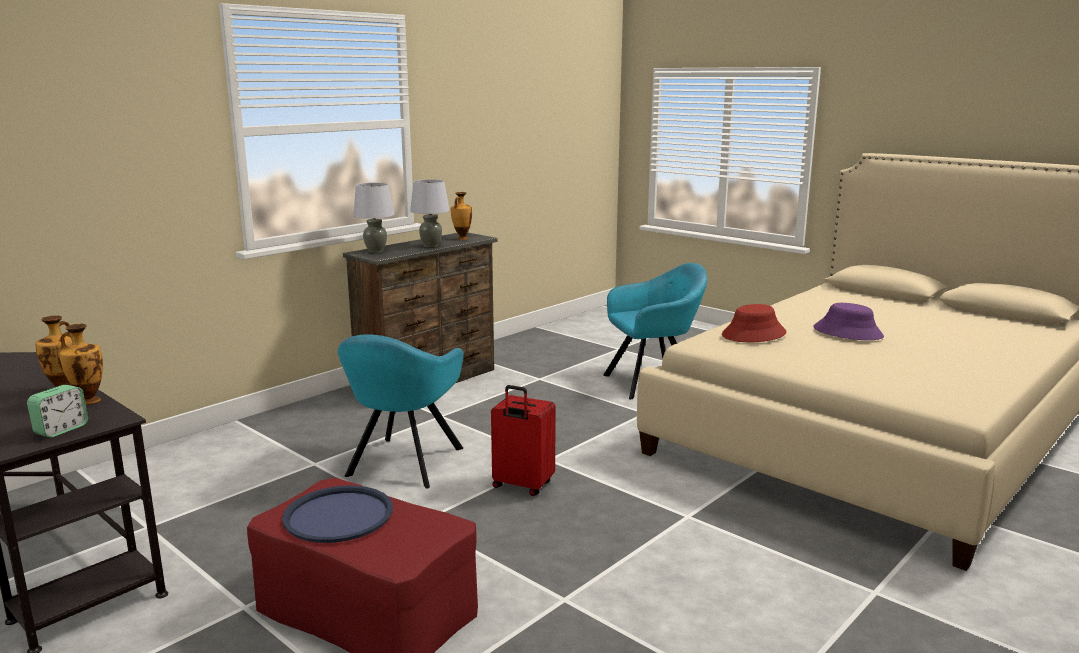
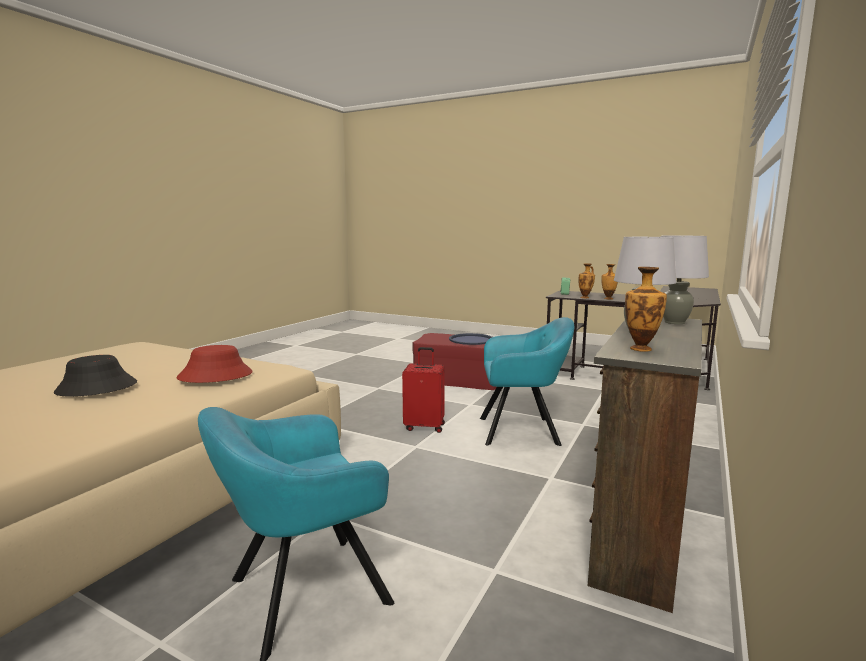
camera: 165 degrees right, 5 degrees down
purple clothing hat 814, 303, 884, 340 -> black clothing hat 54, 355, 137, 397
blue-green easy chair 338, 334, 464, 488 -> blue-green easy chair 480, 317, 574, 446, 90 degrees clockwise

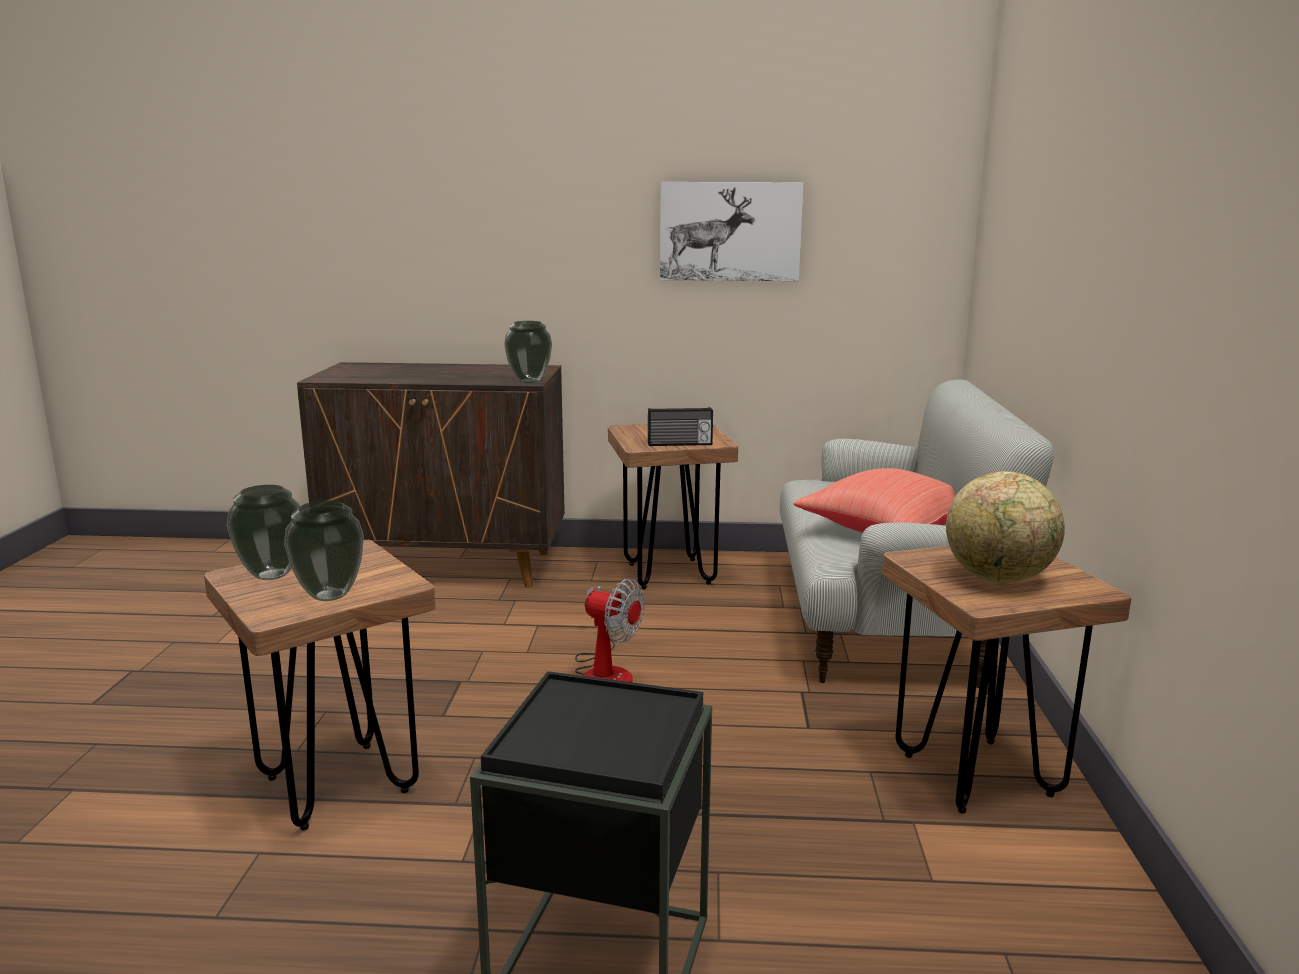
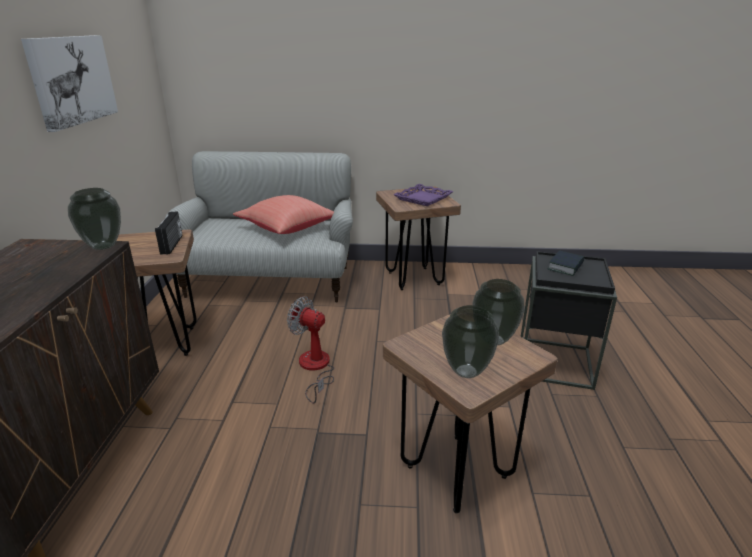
camera: 90 degrees left, 10 degrees up
fan 575, 578, 645, 682 -> fan 287, 296, 334, 403, 90 degrees counterclockwise
globe 946, 471, 1065, 583 -> purple carrying tray 393, 184, 453, 206
none -> bound book 548, 250, 584, 276

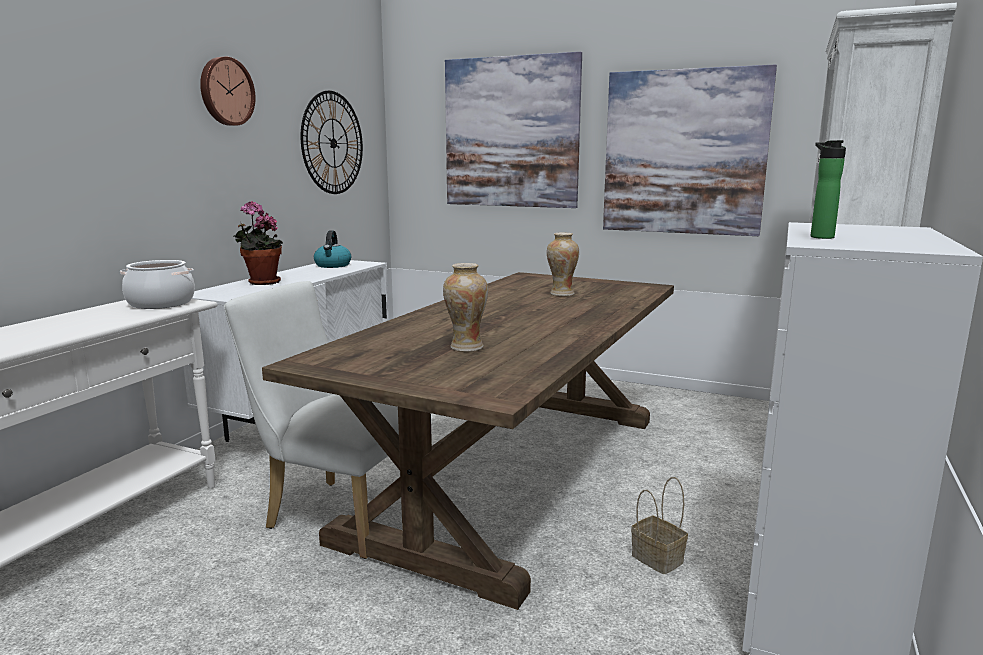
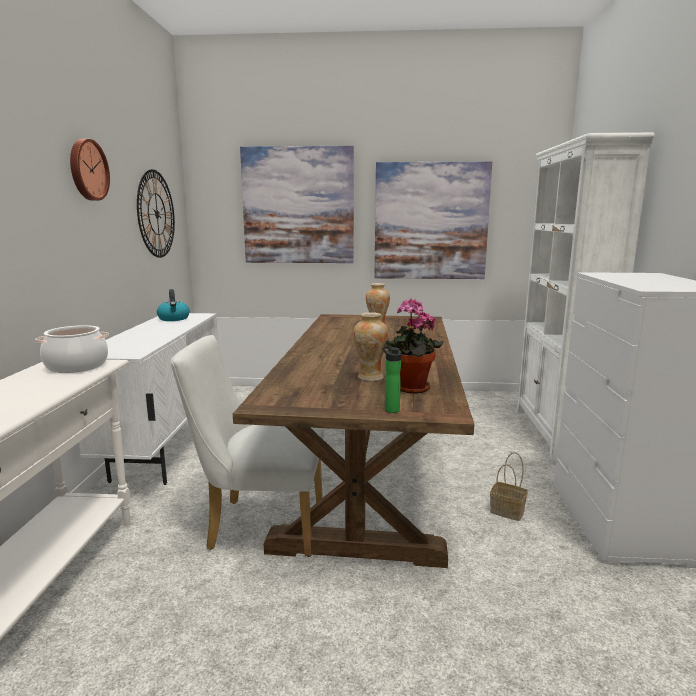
camera: 20 degrees left, 0 degrees up
bottle 811, 140, 846, 239 -> bottle 382, 346, 401, 413, moved
houseplant 234, 201, 282, 285 -> houseplant 384, 299, 444, 394, moved

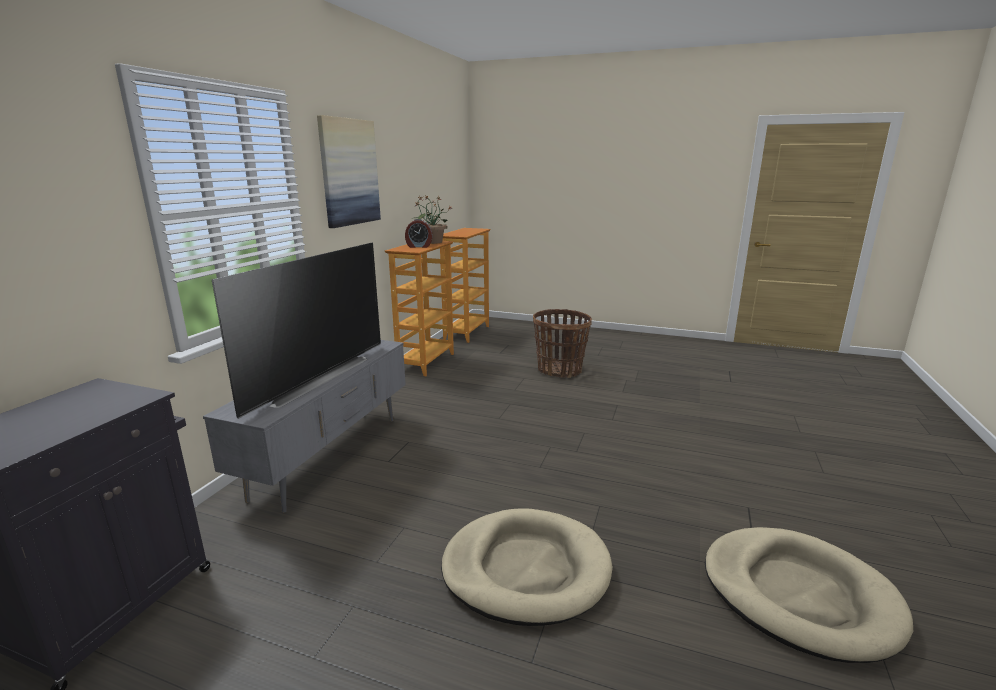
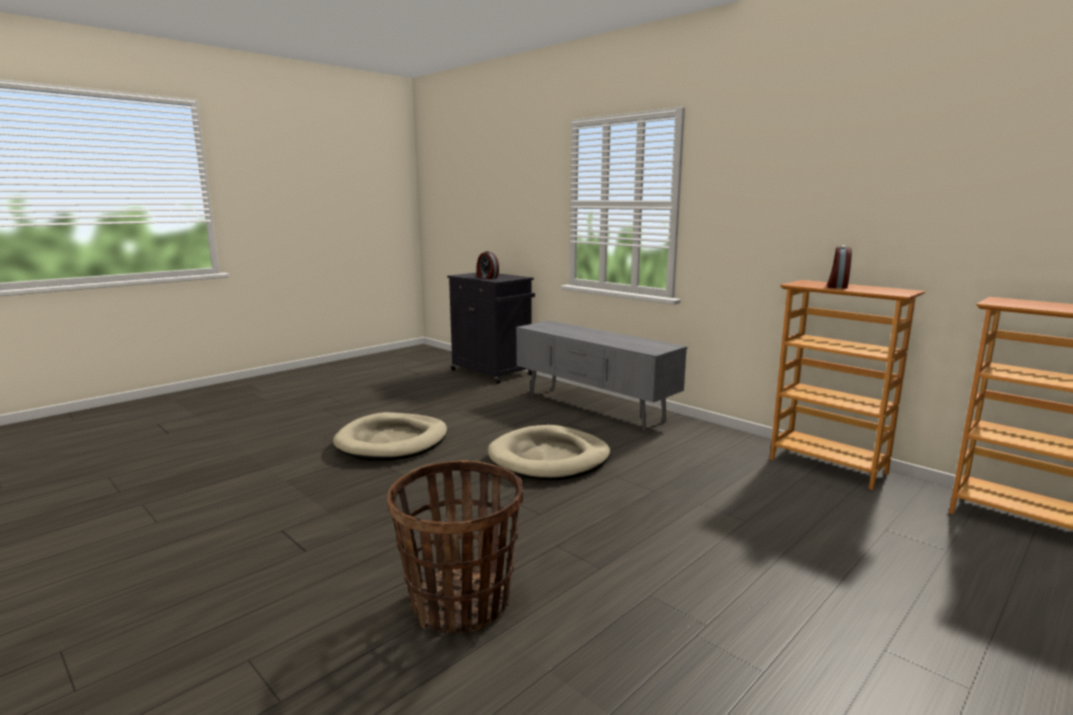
camera: 115 degrees right, 5 degrees down
basket 533, 309, 592, 378 -> basket 387, 460, 523, 633, moved
none -> alarm clock 476, 251, 499, 279
sand-coloured dog cushion 705, 527, 914, 663 -> sand-coloured dog cushion 488, 425, 610, 481, moved
TV 212, 243, 381, 419 -> none
wall picture 317, 115, 381, 228 -> none
houseplant 411, 195, 451, 244 -> none

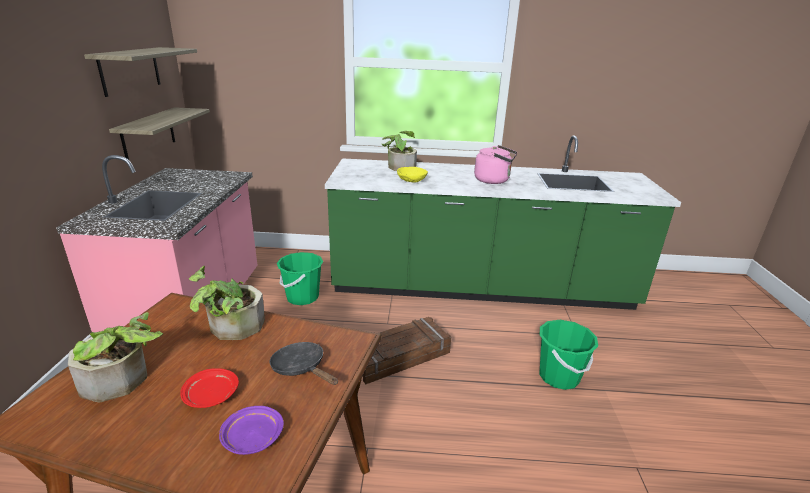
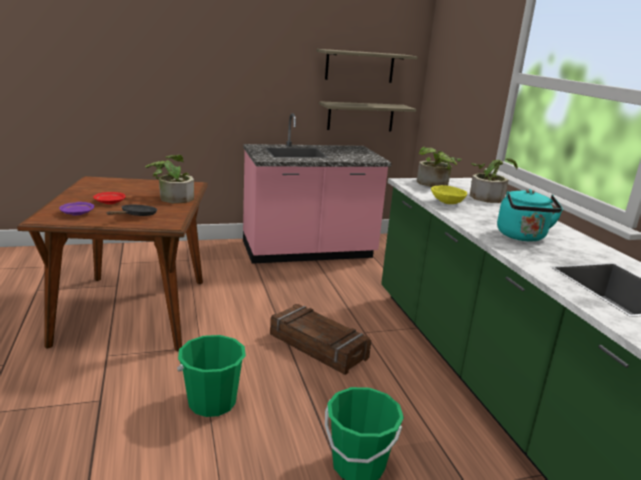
camera: 70 degrees right, 5 degrees down
green bucket 277, 252, 323, 305 -> green bucket 177, 335, 246, 417, moved
houseplant 68, 312, 163, 402 -> houseplant 417, 147, 461, 187, moved
pink-coloured tea kettle 474, 145, 517, 184 -> blue-green tea kettle 497, 189, 563, 241

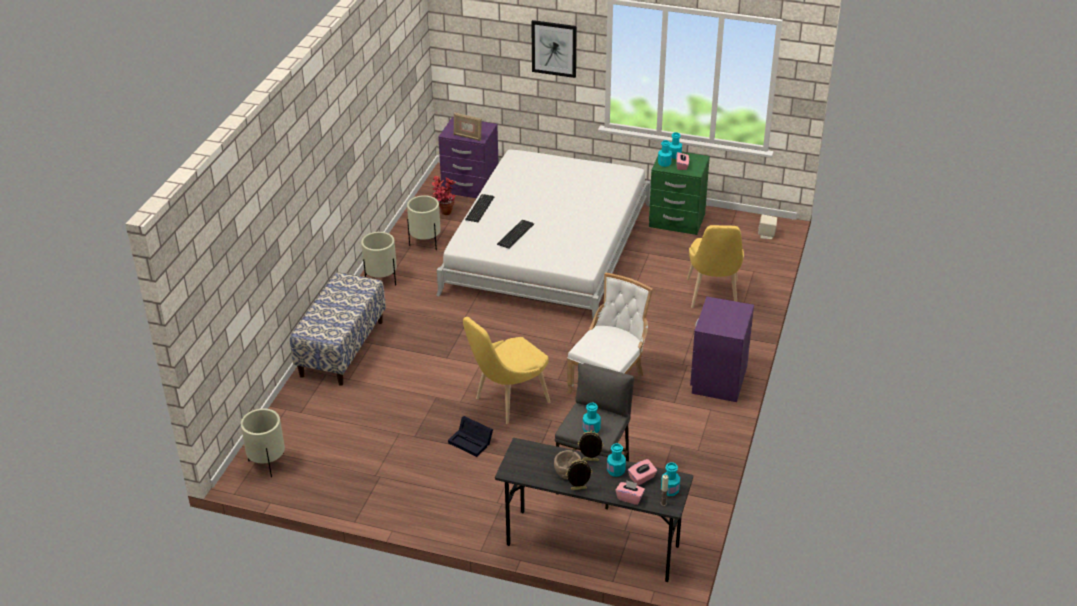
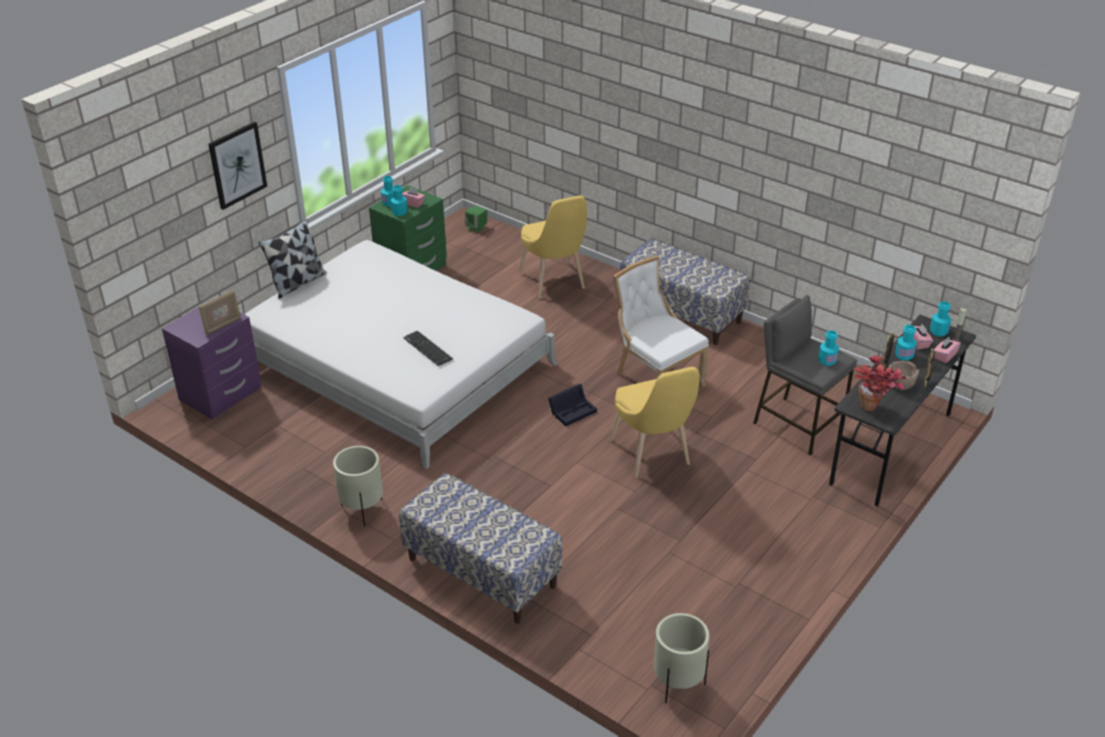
camera: 70 degrees left, 0 degrees up
none -> pillow 258, 219, 327, 299
sand-coloured loudspeaker 758, 214, 777, 239 -> green loudspeaker 465, 206, 487, 232
yellowish upright chair 687, 225, 744, 308 -> yellowish upright chair 518, 196, 587, 299, 45 degrees clockwise
black storage box 448, 416, 493, 457 -> black storage box 548, 384, 597, 426, moved
purple bedside table 690, 297, 754, 402 -> bench 620, 239, 750, 345
houseplant 431, 176, 456, 215 -> houseplant 854, 355, 907, 411, moved
sand-coloured plant pot 407, 195, 441, 250 -> none
PC keyboard 465, 194, 494, 222 -> none

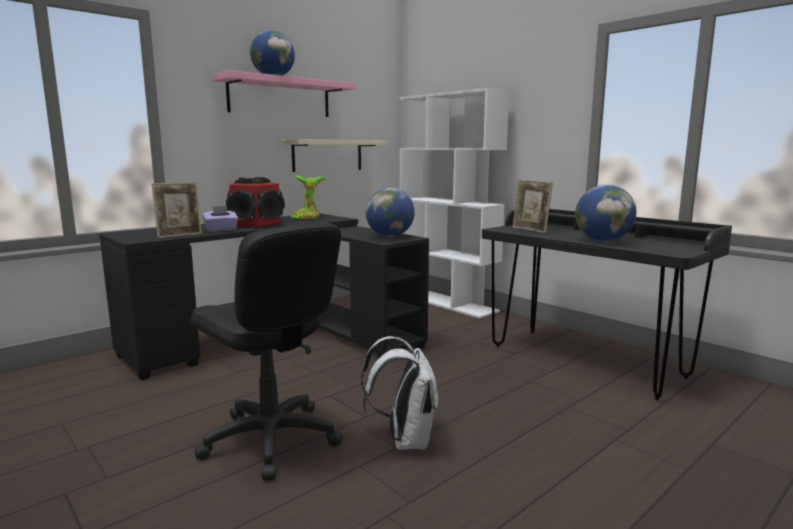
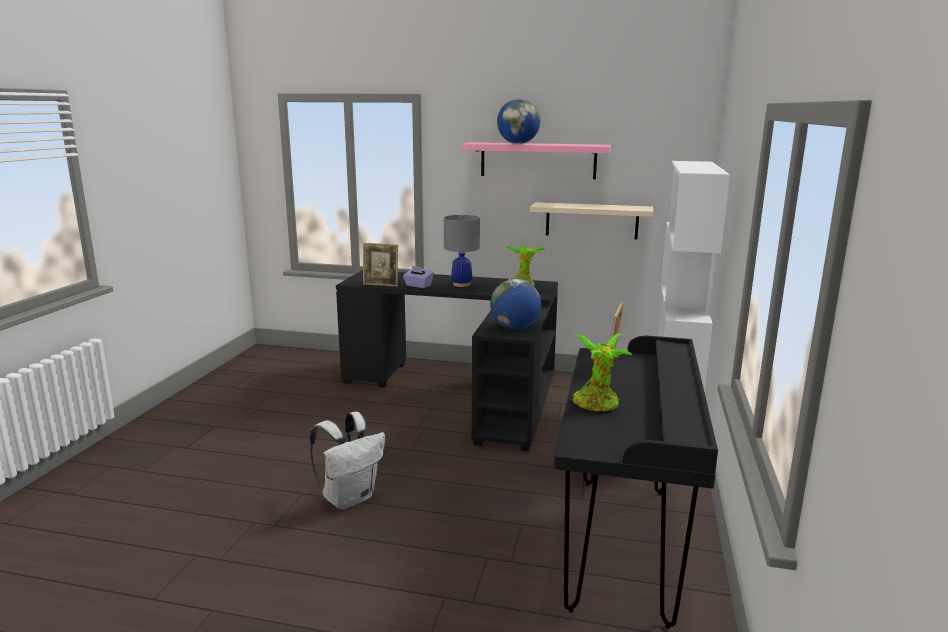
camera: 55 degrees right, 5 degrees up
loudspeaker 226, 177, 285, 227 -> greyish lamp for a table 444, 215, 480, 287
globe 575, 184, 637, 242 -> houseplant 573, 333, 632, 411
black computer chair 191, 222, 343, 481 -> none

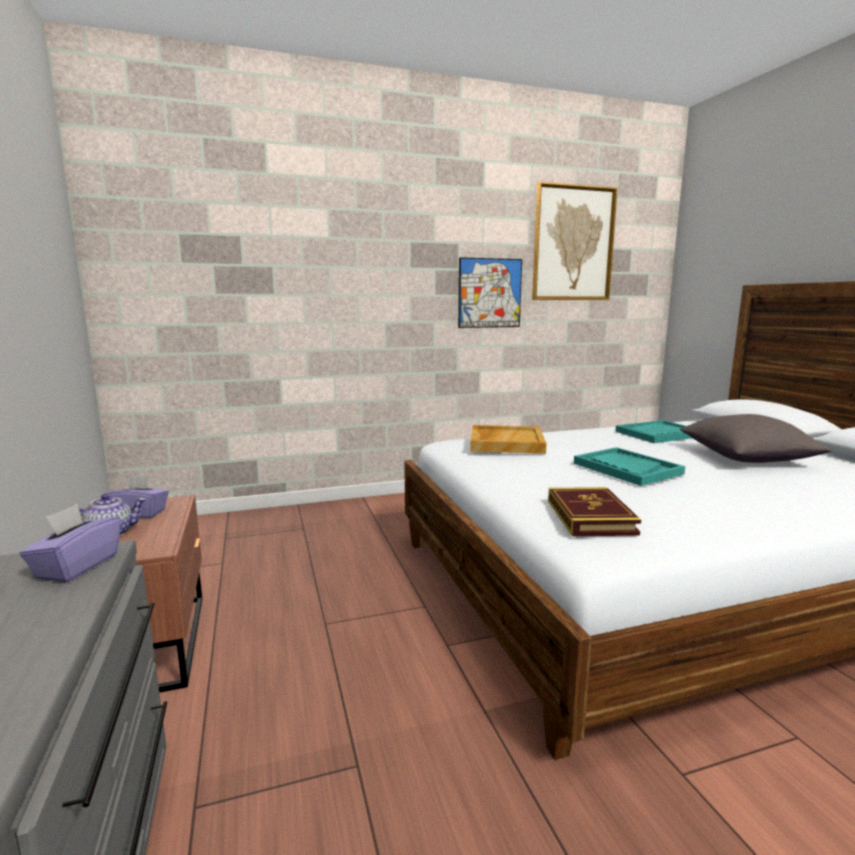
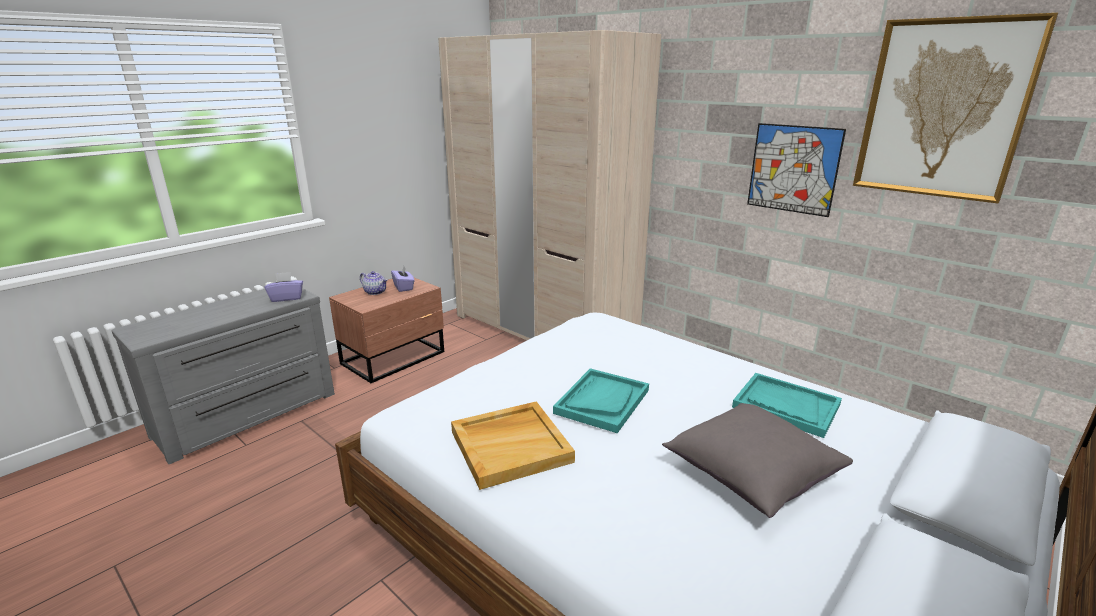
camera: 60 degrees right, 10 degrees up
none -> sand-coloured armoire 438, 30, 661, 340
sand-coloured carrying tray 470, 425, 546, 454 -> sand-coloured carrying tray 451, 401, 575, 490, moved
bound book 548, 487, 641, 536 -> none

